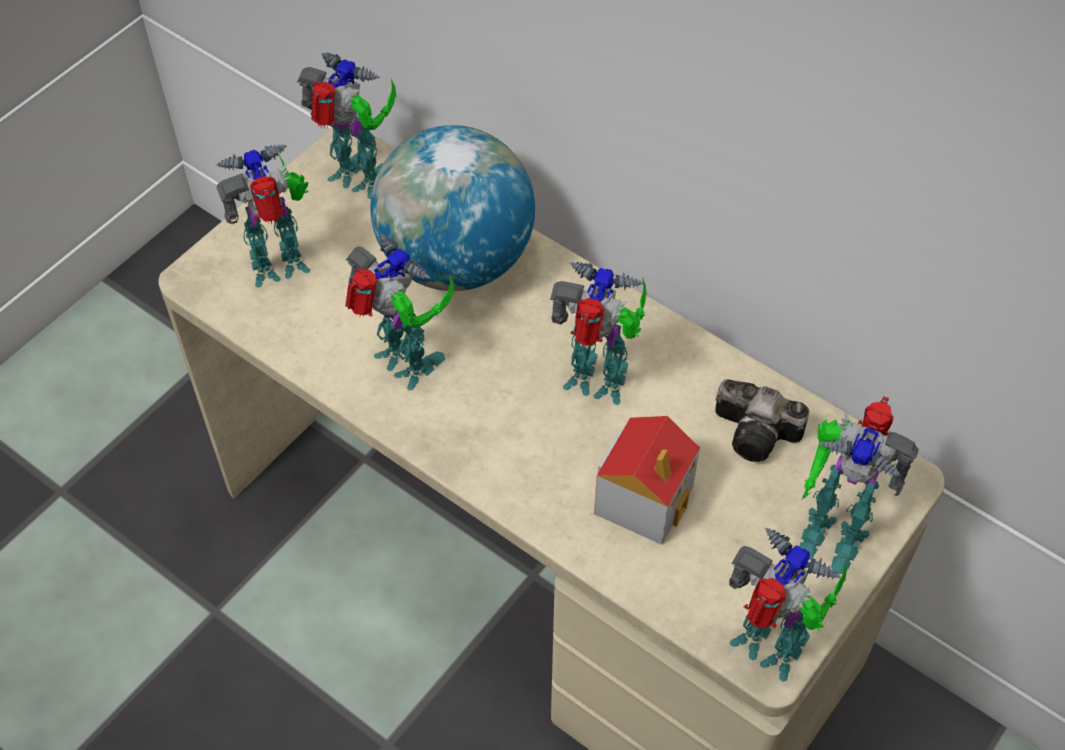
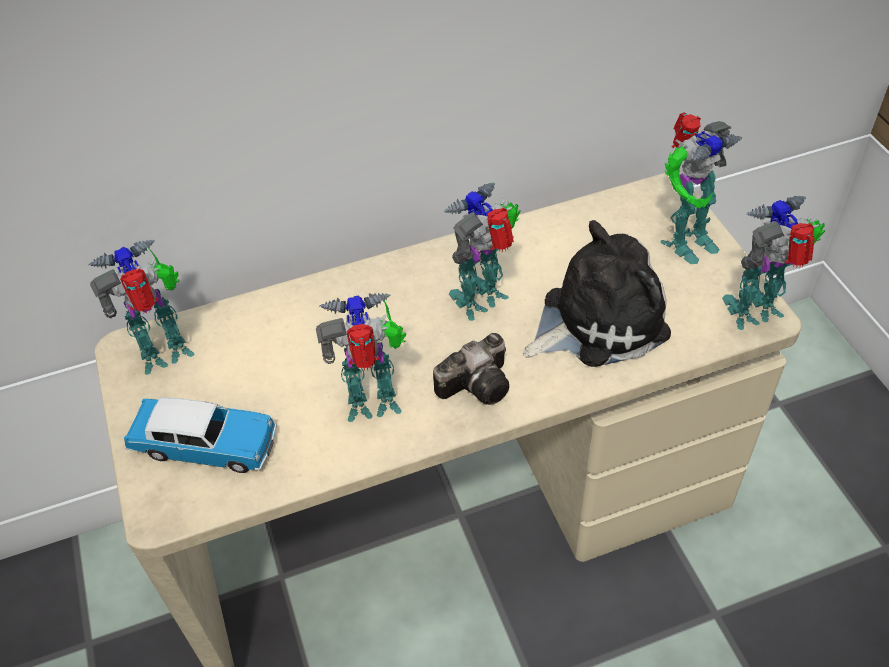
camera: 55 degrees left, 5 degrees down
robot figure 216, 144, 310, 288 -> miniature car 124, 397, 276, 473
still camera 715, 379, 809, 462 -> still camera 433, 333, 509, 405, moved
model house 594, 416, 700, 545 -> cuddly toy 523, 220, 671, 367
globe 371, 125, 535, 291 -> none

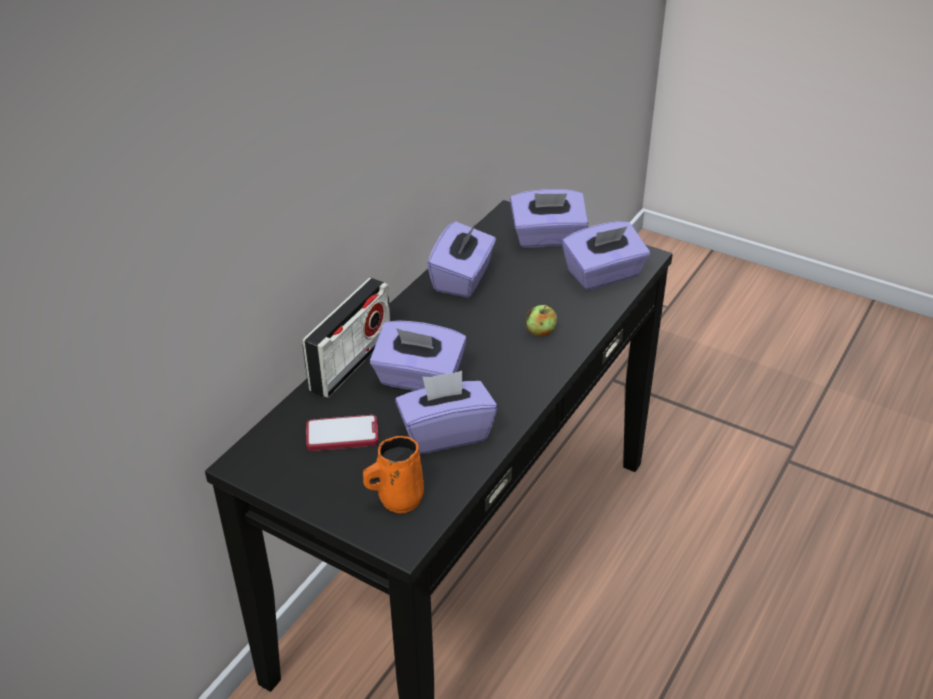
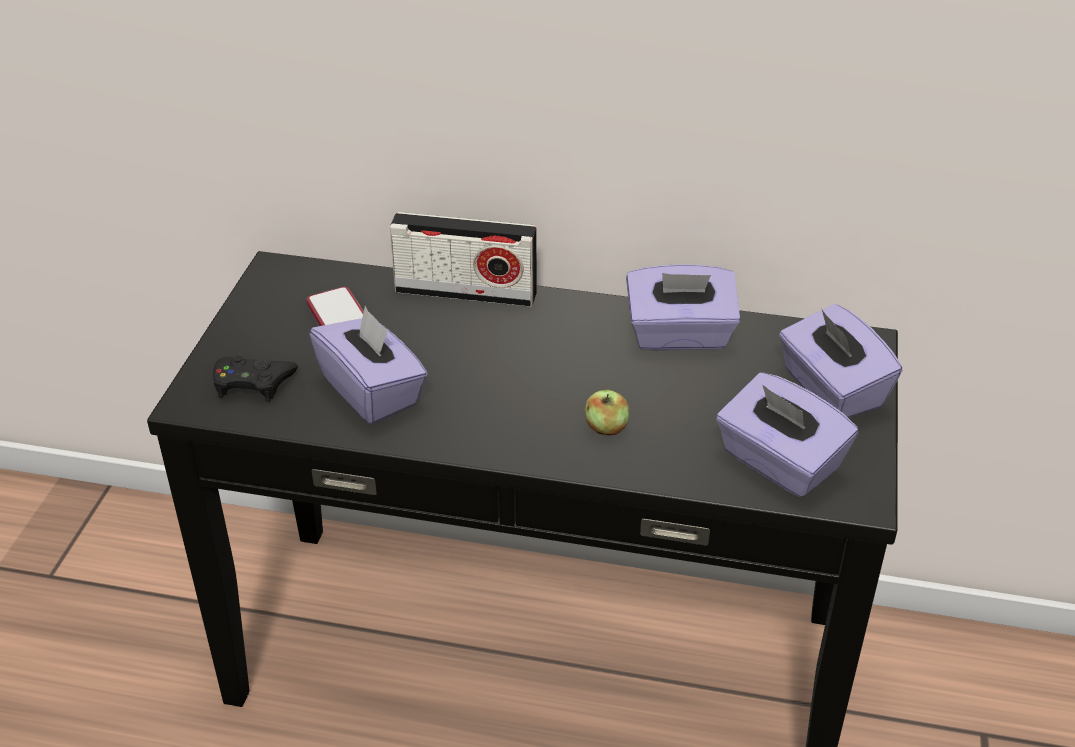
camera: 70 degrees right, 0 degrees up
orange tea mug 363, 436, 424, 513 -> black game controller 213, 355, 298, 402
purple box of tissues 370, 320, 467, 391 -> none

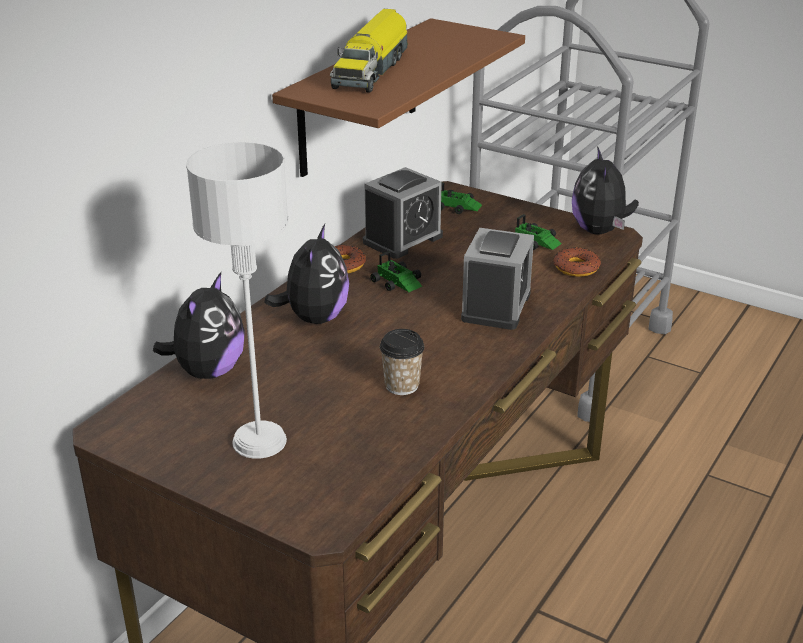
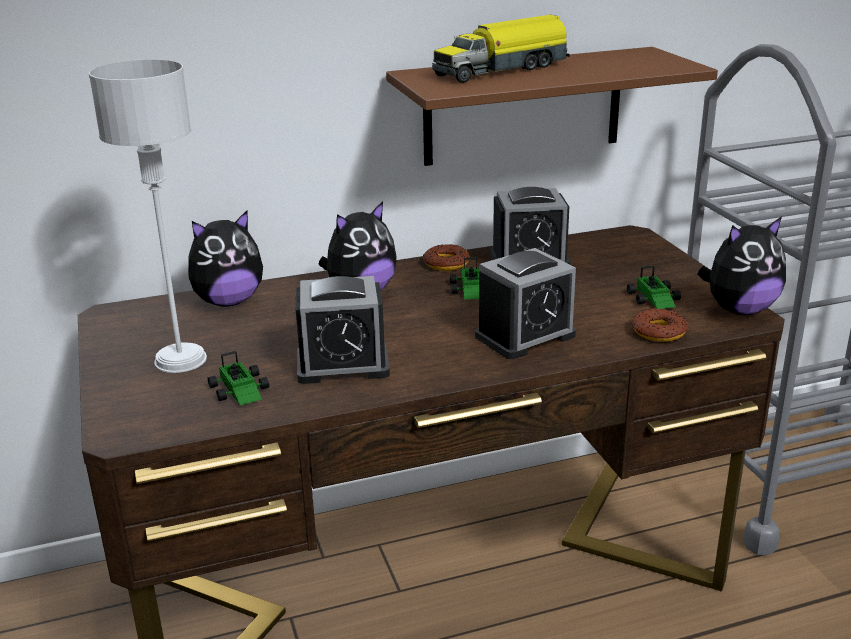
camera: 40 degrees right, 5 degrees down
miniature car 441, 182, 482, 214 -> miniature car 208, 351, 269, 405, moved
drinking cup 380, 329, 425, 395 -> alarm clock 295, 276, 390, 384
cuddly toy 572, 146, 639, 235 -> cuddly toy 698, 216, 786, 315, 150 degrees counterclockwise

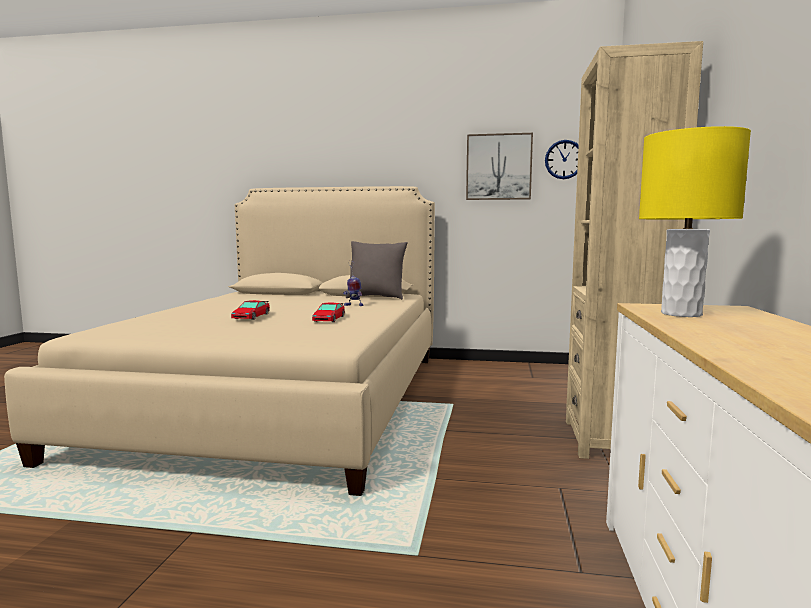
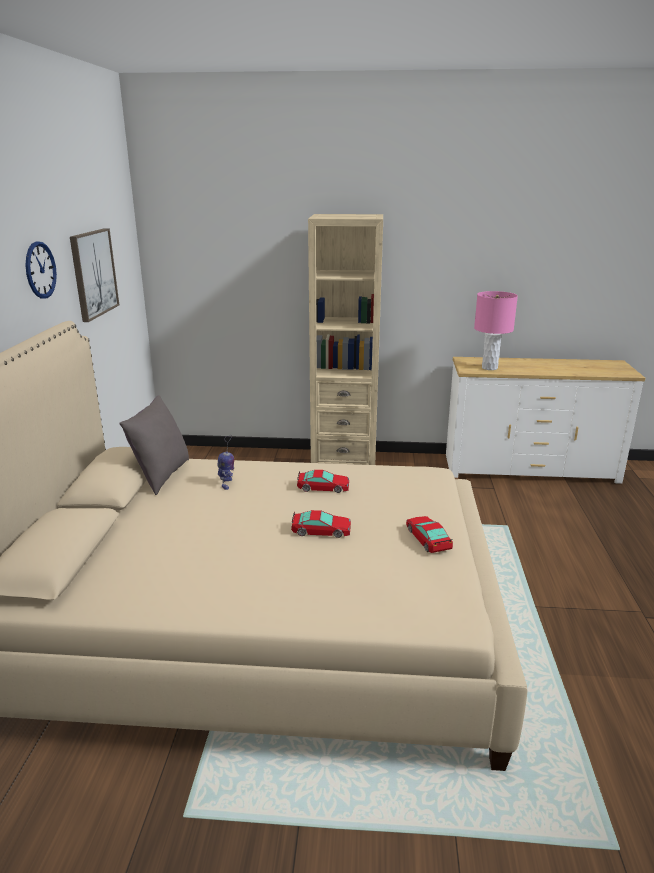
camera: 95 degrees left, 15 degrees up
hanging clock 545, 140, 579, 179 -> hanging clock 25, 241, 57, 299, moved
none -> miniature car 406, 516, 453, 553
yellowish lamp for a table 639, 126, 751, 317 -> pink-coloured lamp for a table 474, 291, 518, 370

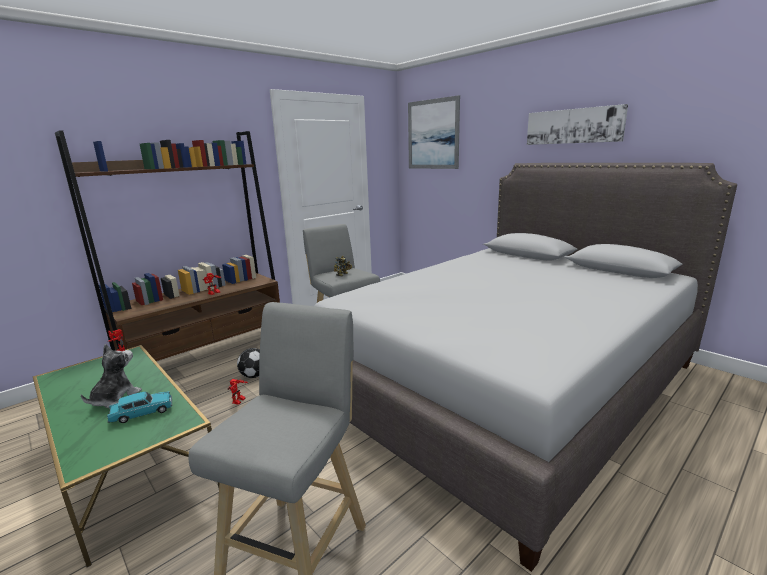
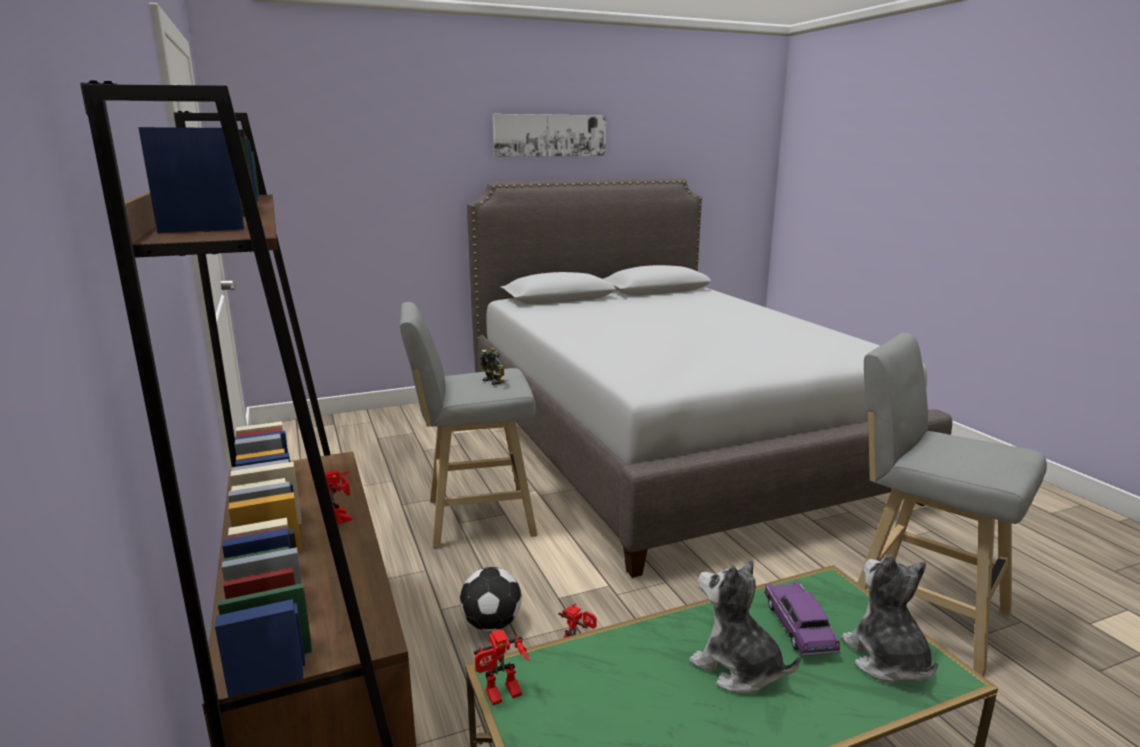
camera: 70 degrees left, 0 degrees up
blue-green miniature car 107, 391, 172, 423 -> purple miniature car 764, 582, 841, 656
none -> cuddly toy 841, 554, 938, 683
wall picture 408, 95, 460, 169 -> none

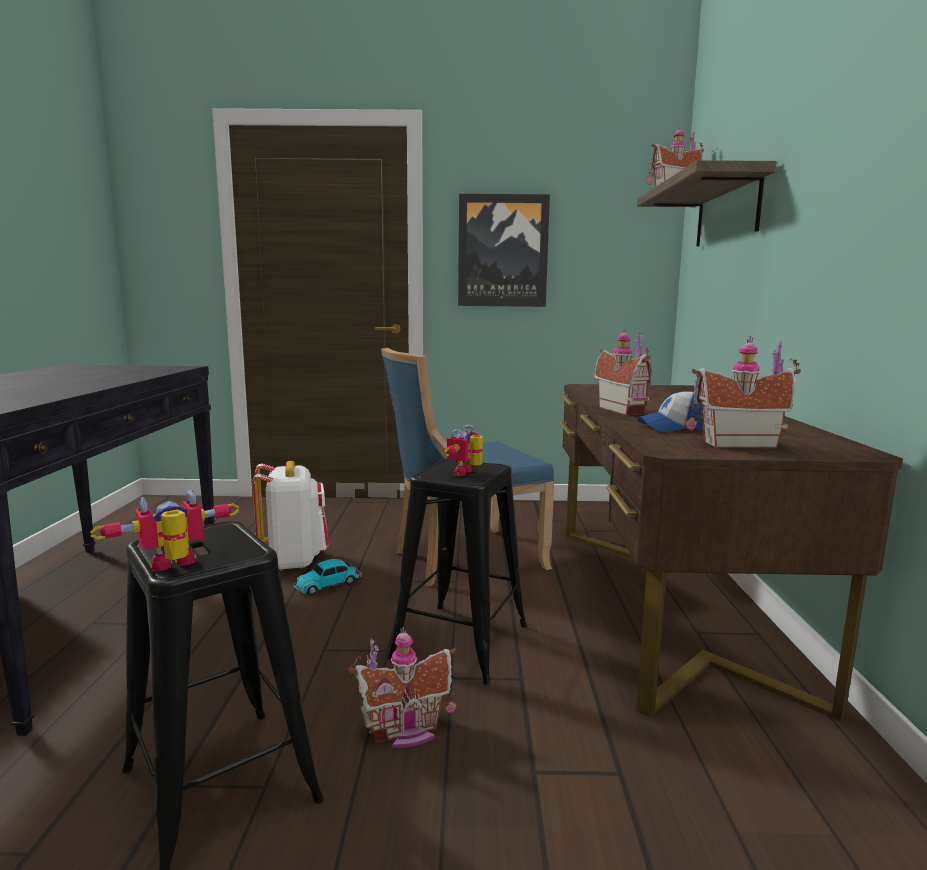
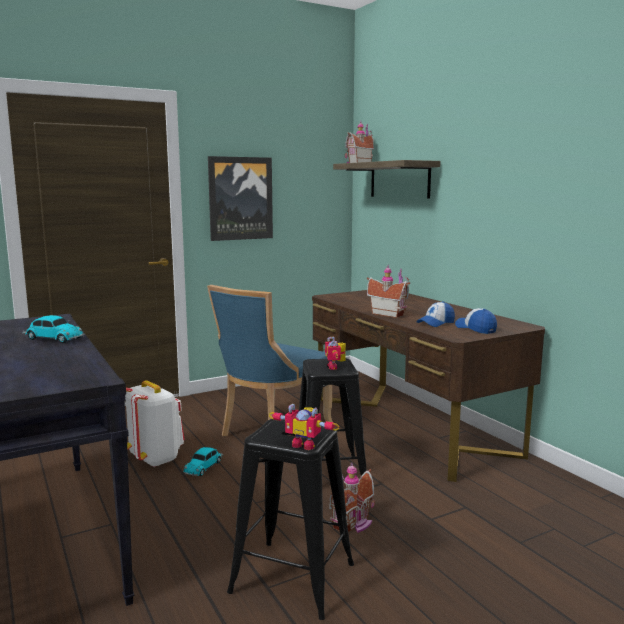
camera: 30 degrees left, 0 degrees up
none -> miniature car 23, 315, 84, 343
robot figure 90, 490, 239, 571 -> robot figure 269, 404, 339, 450, 90 degrees counterclockwise
model house 686, 335, 801, 448 -> baseball cap 455, 308, 497, 334

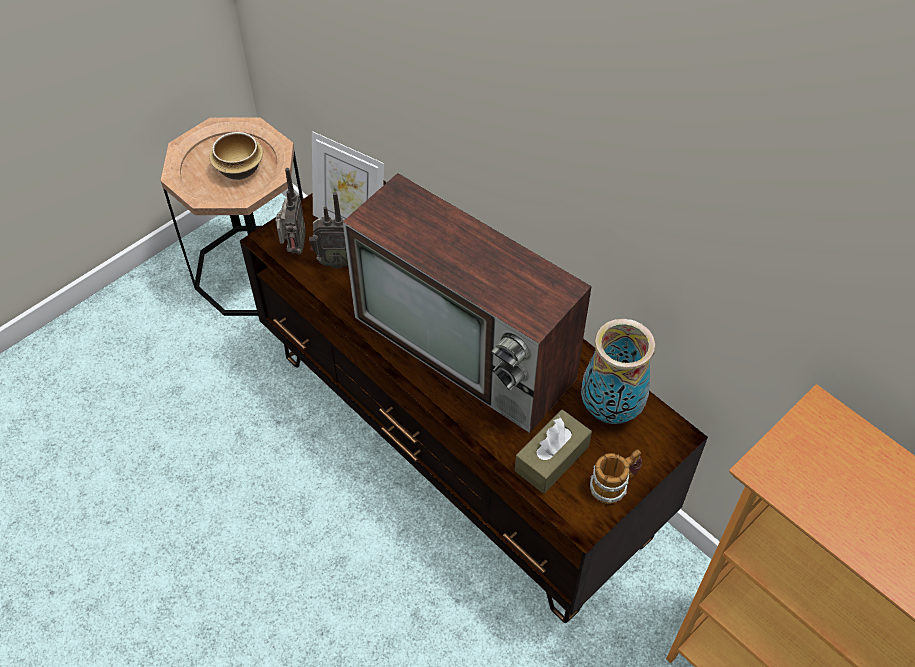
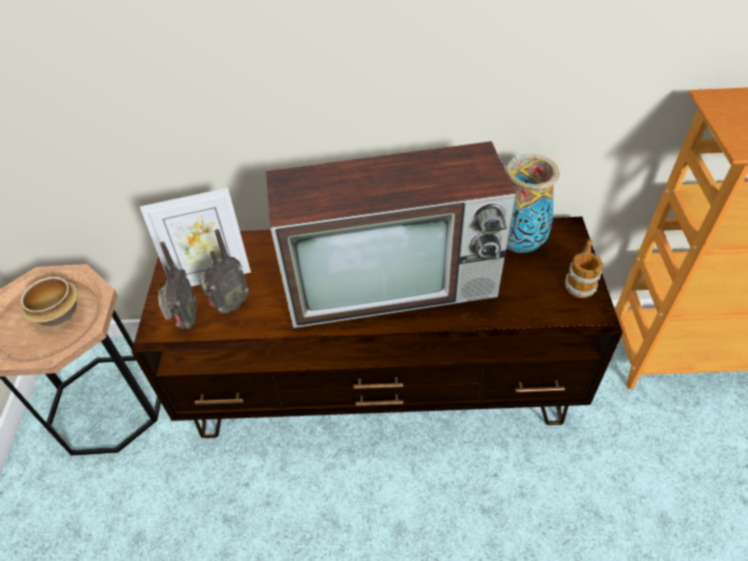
camera: 45 degrees left, 5 degrees down
radio 275, 168, 305, 254 -> radio 158, 242, 197, 329, 45 degrees clockwise
brown box of tissues 515, 410, 592, 494 -> none

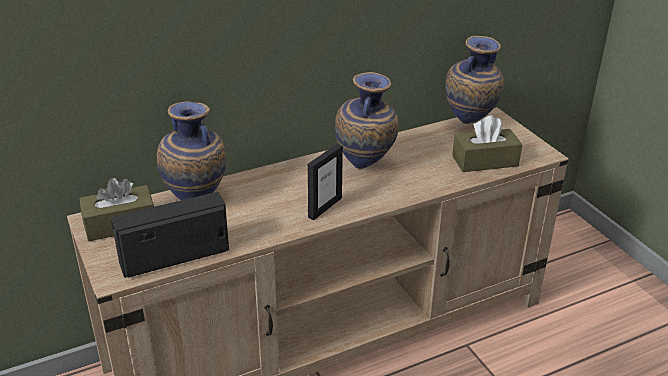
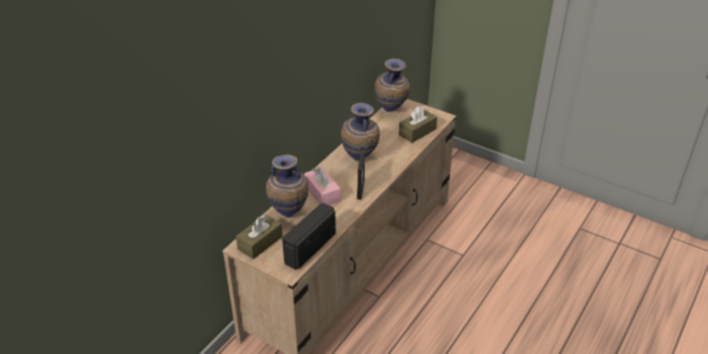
camera: 30 degrees left, 5 degrees up
none -> pink-coloured box of tissues 304, 167, 341, 206

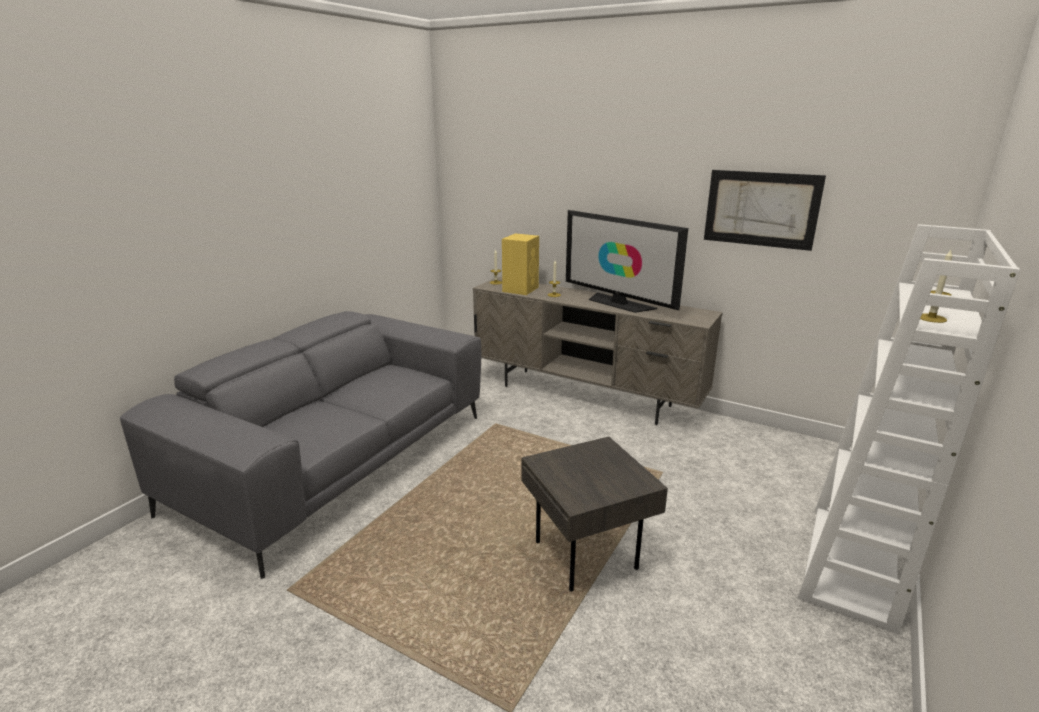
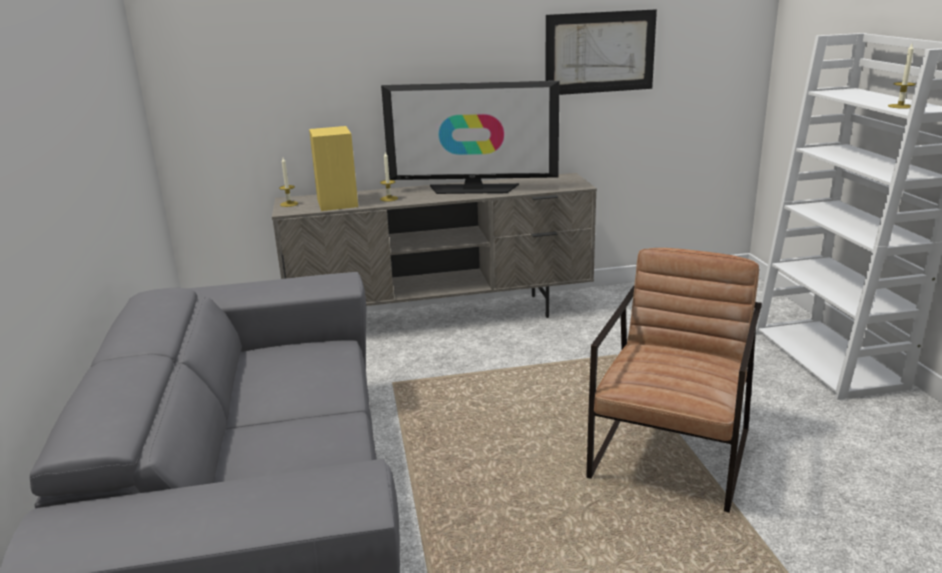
camera: 40 degrees left, 0 degrees up
greyish accent table 521, 437, 668, 591 -> brown easy chair 586, 248, 762, 513

